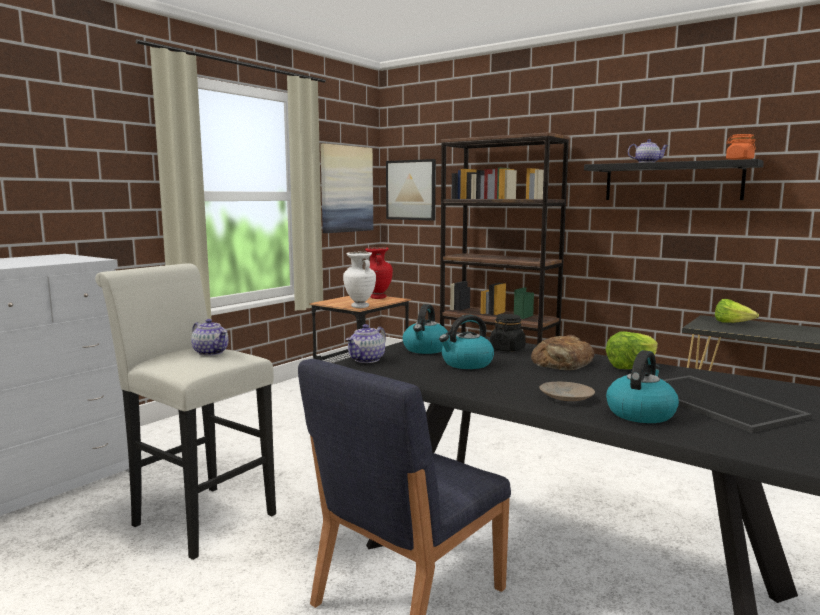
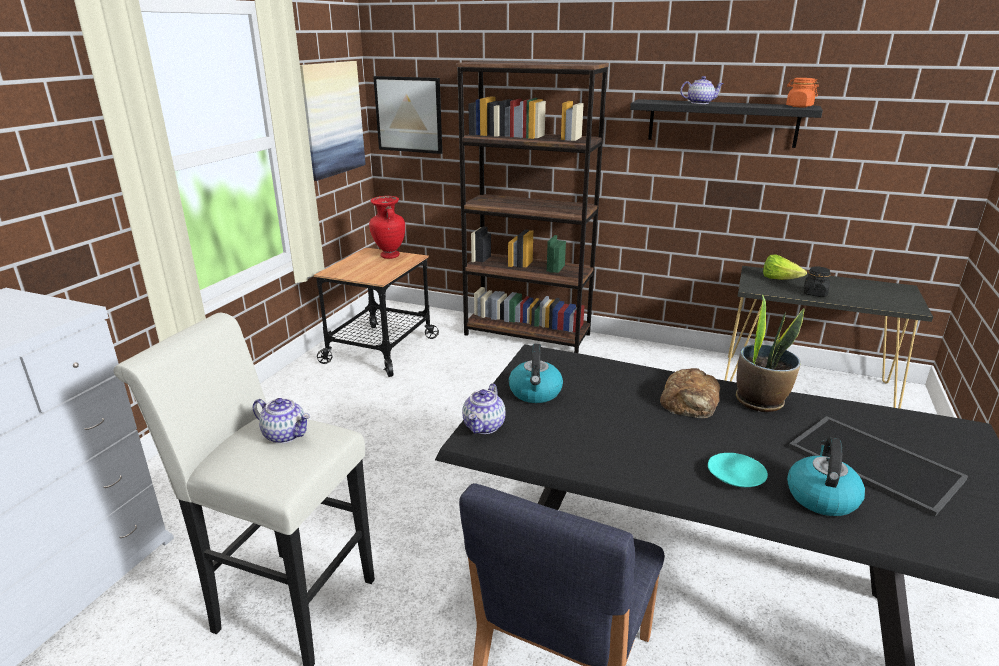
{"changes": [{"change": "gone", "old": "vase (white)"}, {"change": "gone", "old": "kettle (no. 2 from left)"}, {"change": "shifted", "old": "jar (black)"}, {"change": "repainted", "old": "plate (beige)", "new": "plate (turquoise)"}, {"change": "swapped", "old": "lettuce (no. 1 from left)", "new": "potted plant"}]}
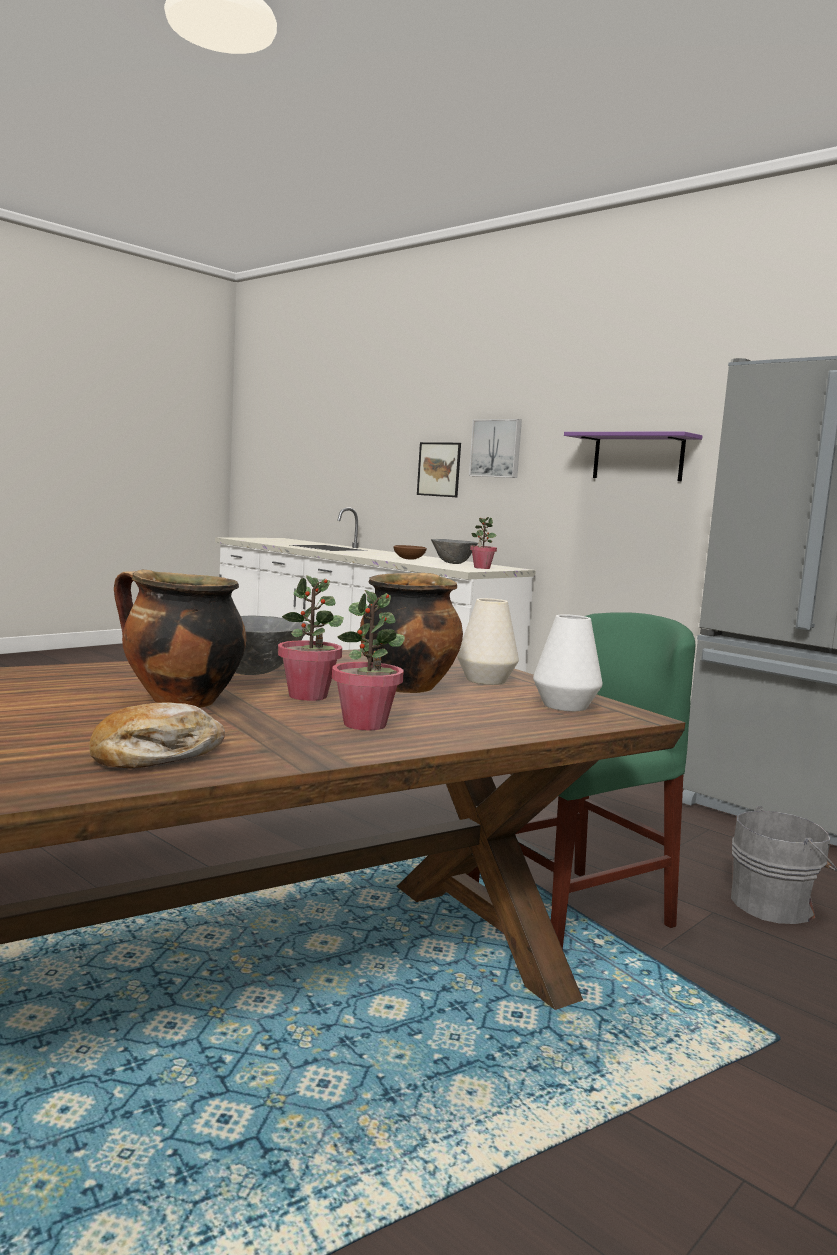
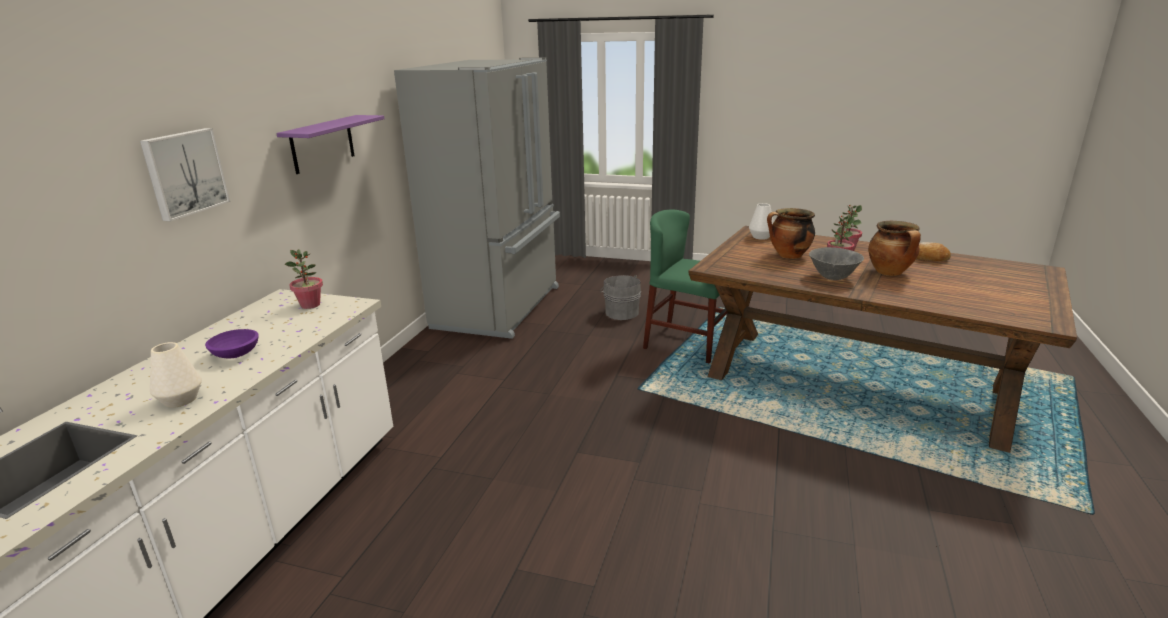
{"changes": [{"change": "repainted", "old": "bowl (brown)", "new": "bowl (purple)"}, {"change": "gone", "old": "picture (no. 1 from left)"}, {"change": "gone", "old": "bowl (grey) (no. 2 from left)"}, {"change": "shifted", "old": "vase (white) (no. 1 from left)"}]}
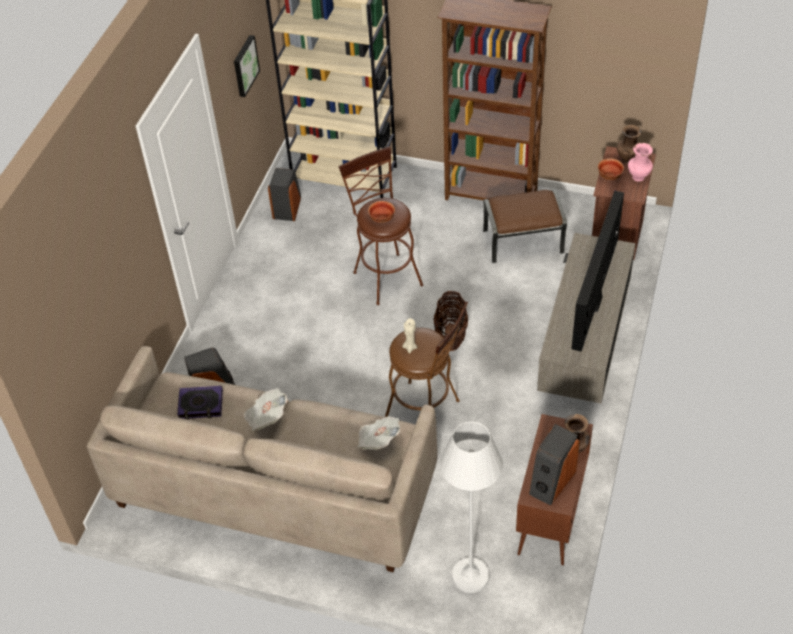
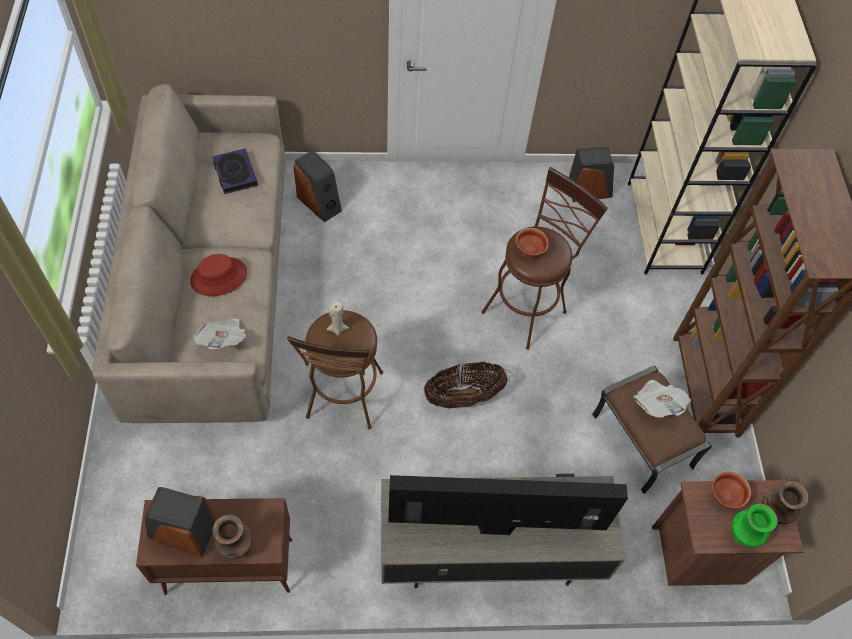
{"changes": [{"change": "gone", "old": "picture"}, {"change": "shifted", "old": "newspaper (no. 1 from left in the first image)", "new": "newspaper (no. 2 from left)"}, {"change": "gone", "old": "floor lamp (white)"}, {"change": "repainted", "old": "vase (pink)", "new": "vase (green)"}, {"change": "new", "new": "hat (red)"}]}
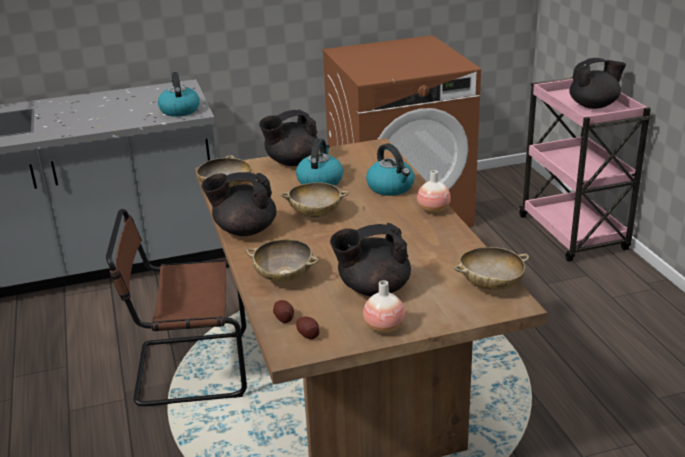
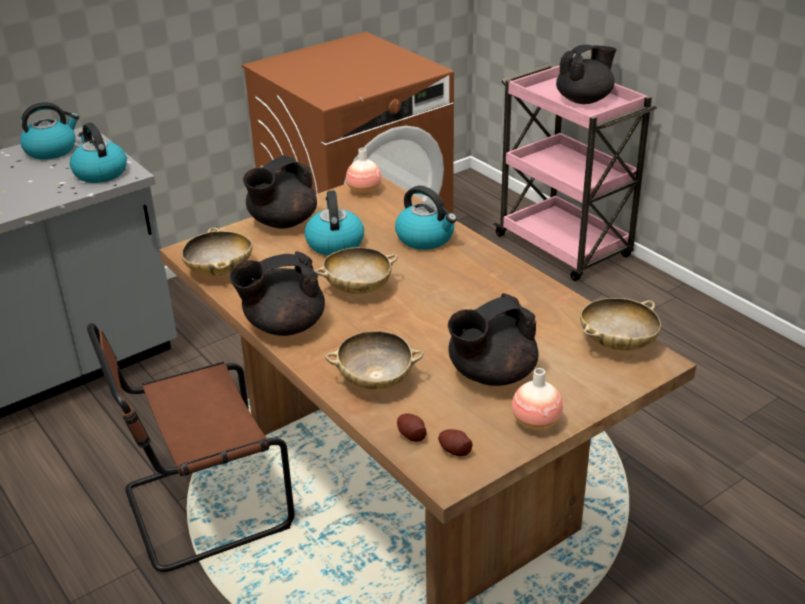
{"changes": [{"change": "shifted", "old": "vase (no. 2 from left in the first image)", "new": "vase (no. 1 from left)"}, {"change": "new", "new": "kettle (no. 1 from left)"}]}
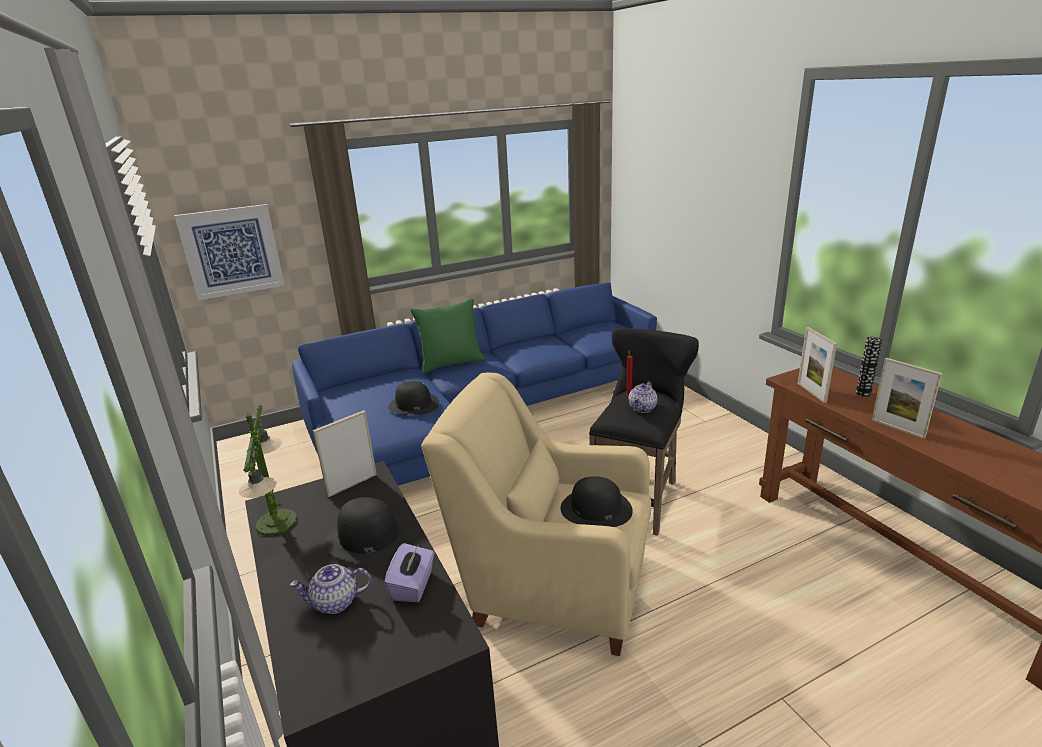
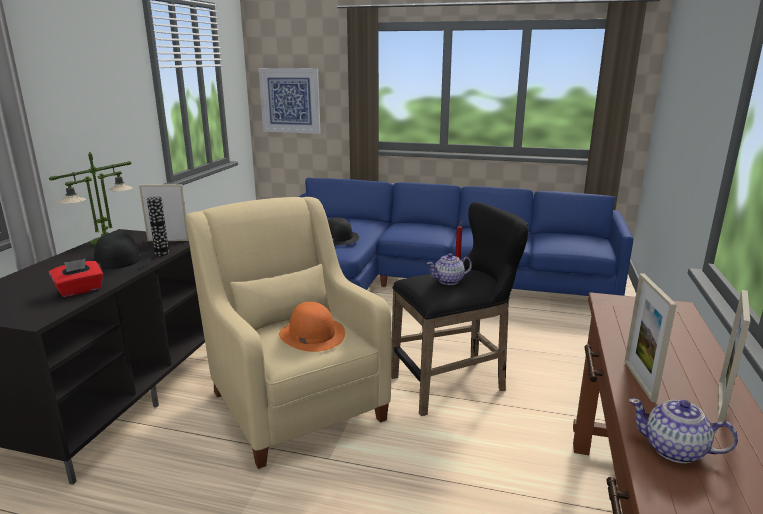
{"changes": [{"change": "shifted", "old": "teapot (no. 1 from left in the first image)", "new": "teapot (no. 2 from left)"}, {"change": "repainted", "old": "tissue box (purple)", "new": "tissue box (red)"}, {"change": "gone", "old": "pillow (green)"}, {"change": "repainted", "old": "hat (black) (no. 3 from left)", "new": "hat (orange)"}, {"change": "shifted", "old": "picture frame (no. 2 from left in the first image)", "new": "picture frame (no. 3 from left)"}, {"change": "shifted", "old": "vase"}]}
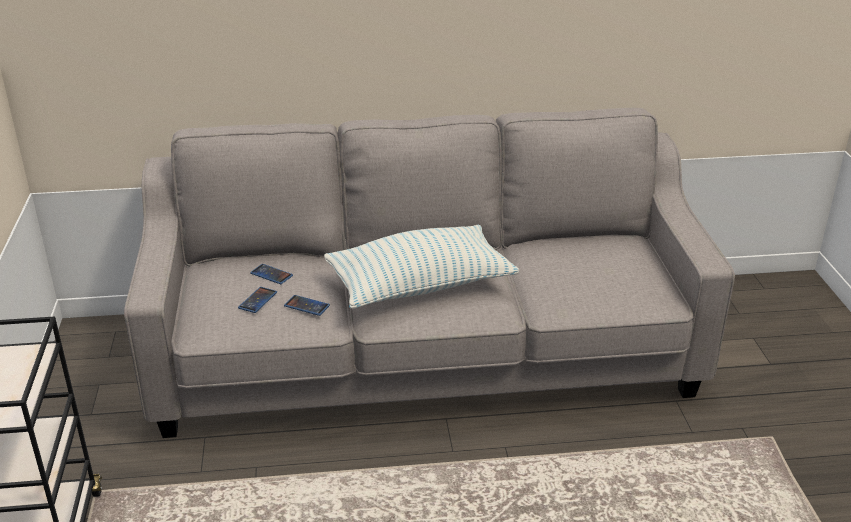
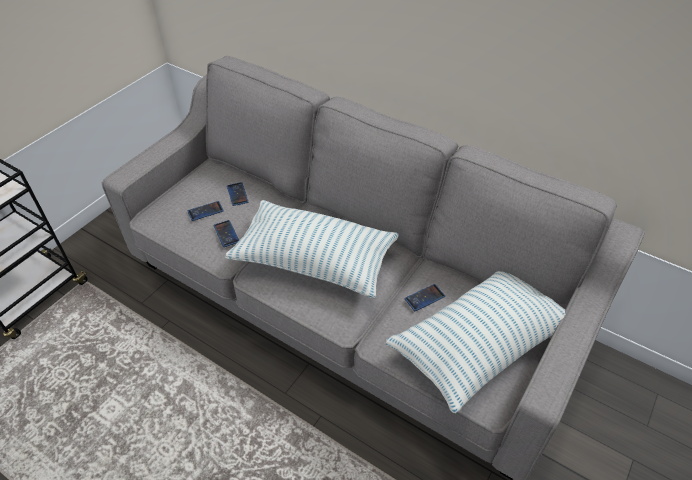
{"changes": [{"change": "new", "new": "pillow (no. 2 from left)"}, {"change": "new", "new": "phone (no. 4 from left)"}]}
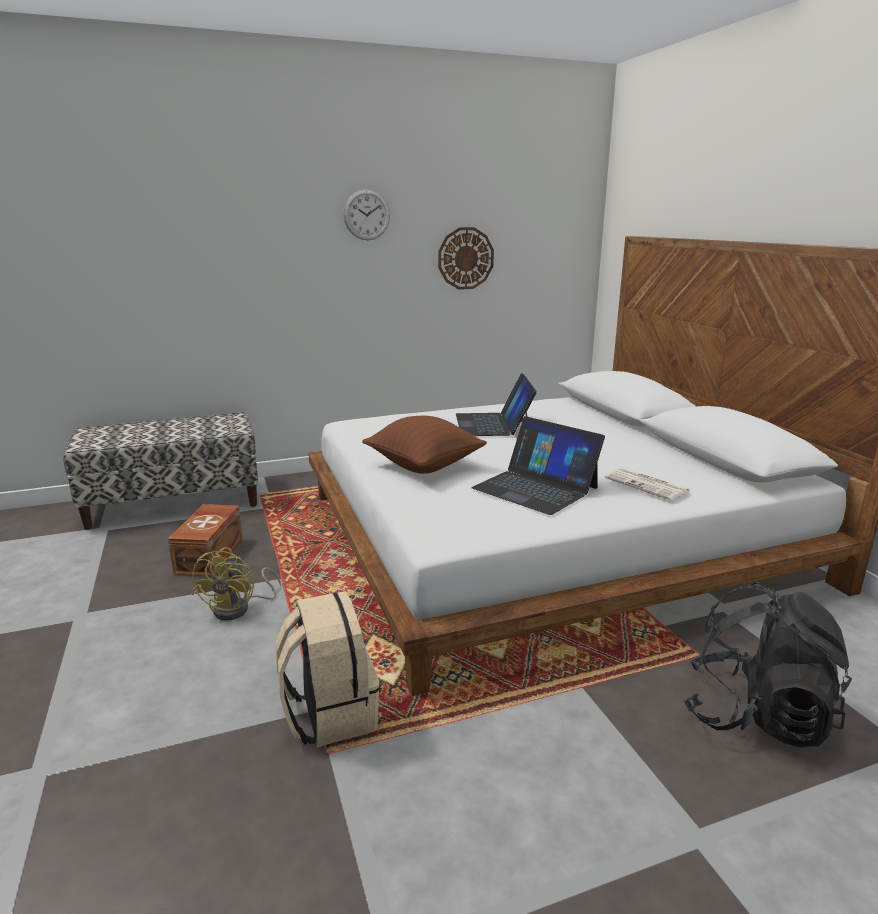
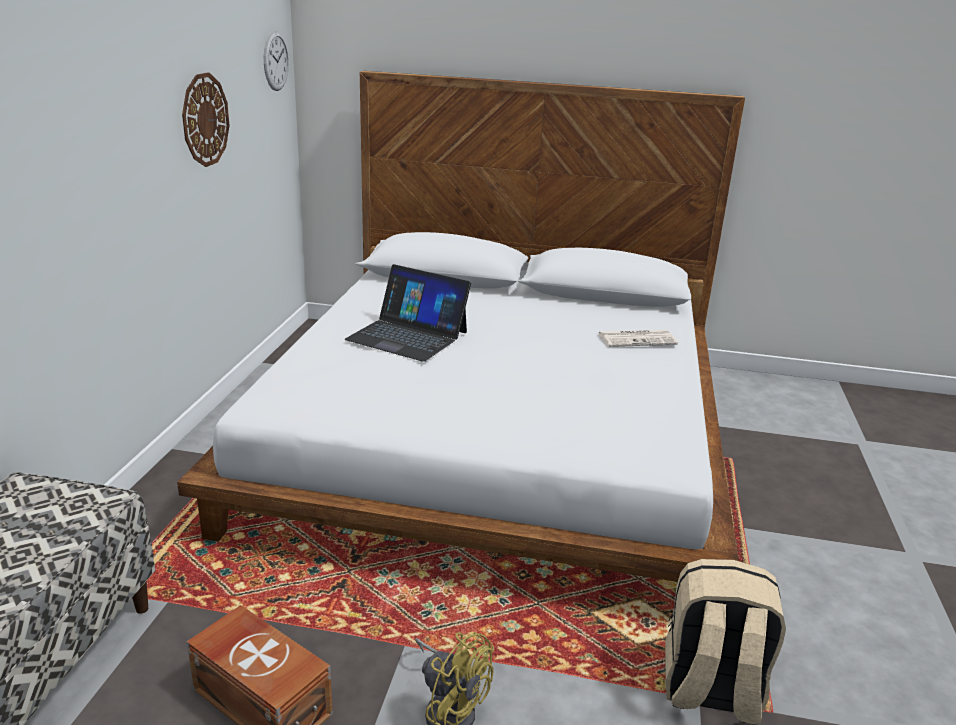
{"changes": [{"change": "shifted", "old": "wall clock (no. 1 from left in the first image)", "new": "wall clock (no. 2 from left)"}, {"change": "gone", "old": "pillow (brown)"}, {"change": "gone", "old": "laptop (no. 2 from left)"}, {"change": "gone", "old": "backpack (black)"}]}
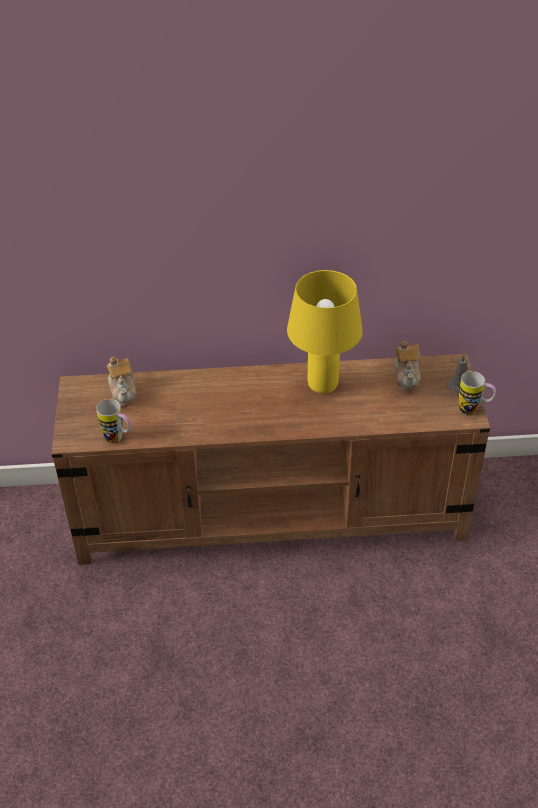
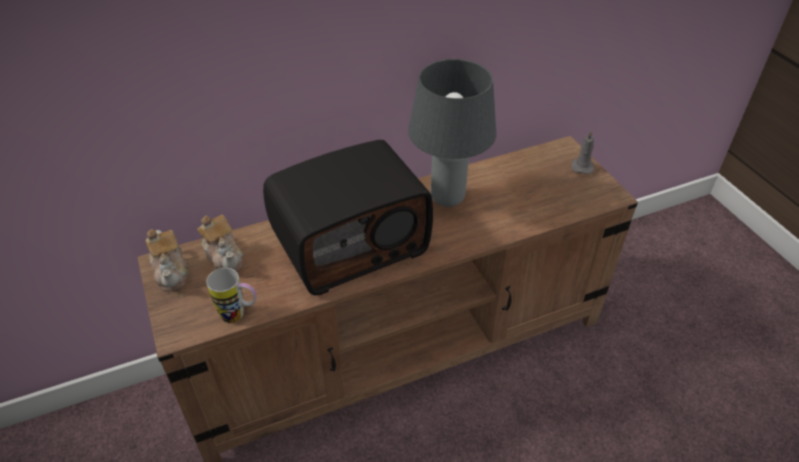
{"changes": [{"change": "repainted", "old": "table lamp (yellow)", "new": "table lamp (grey)"}, {"change": "shifted", "old": "teapot (no. 2 from left in the first image)", "new": "teapot (no. 1 from left)"}, {"change": "gone", "old": "mug (no. 2 from left)"}, {"change": "new", "new": "radio"}]}
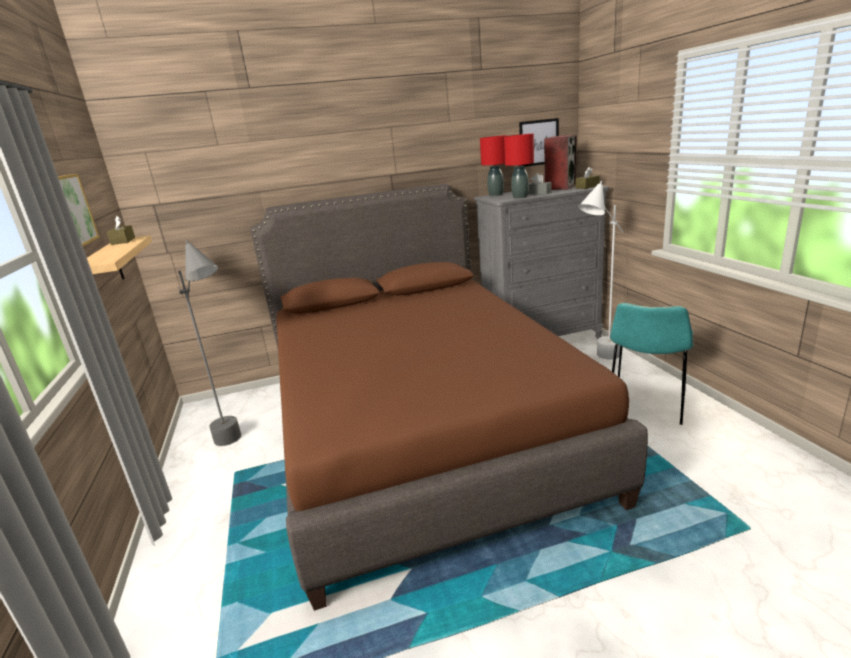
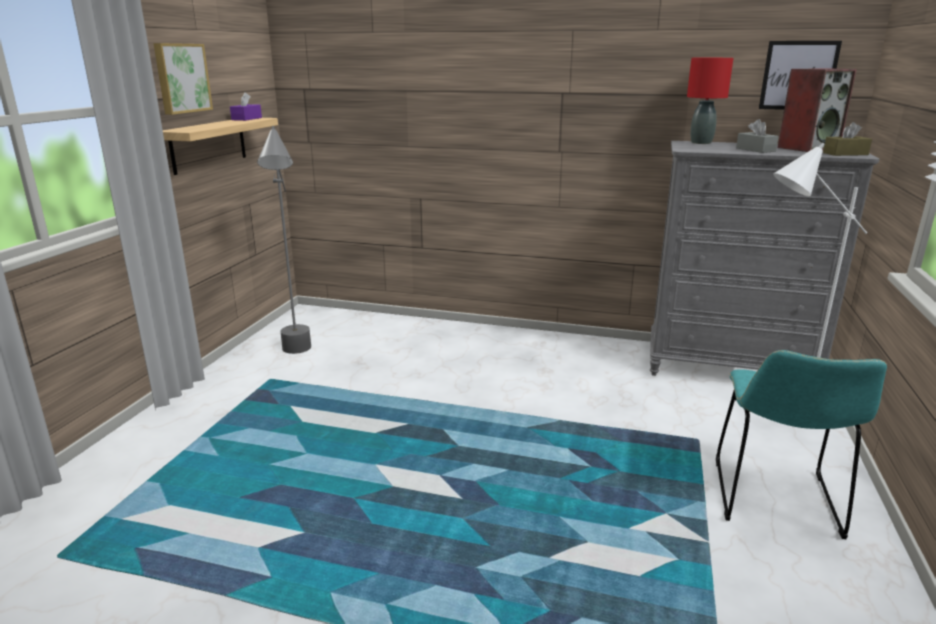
{"changes": [{"change": "repainted", "old": "tissue box (brown) (no. 1 from left)", "new": "tissue box (purple)"}, {"change": "gone", "old": "bed (brown)"}, {"change": "gone", "old": "table lamp (red) (no. 2 from left)"}, {"change": "rotated", "old": "chair (turquoise)", "degrees": -45}]}
